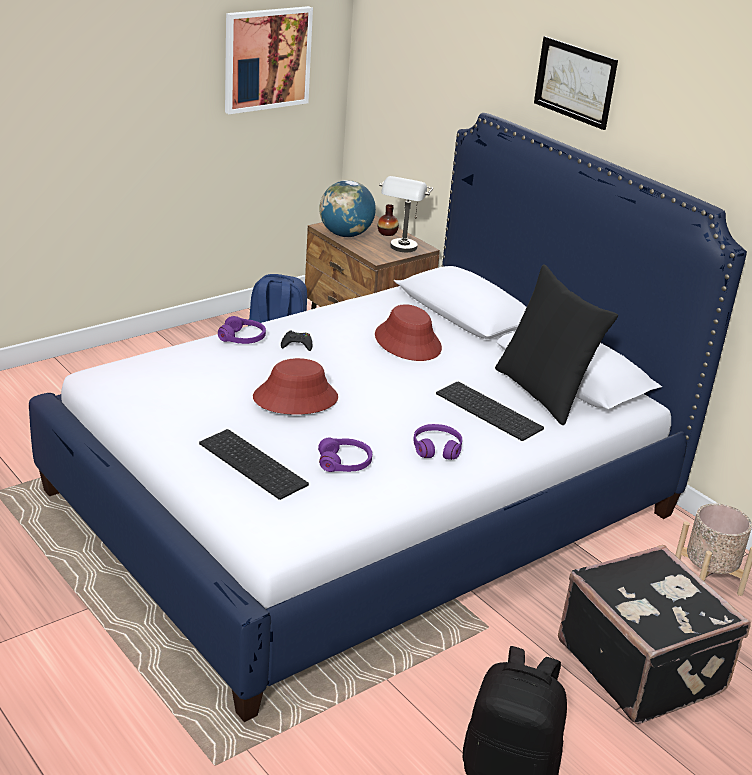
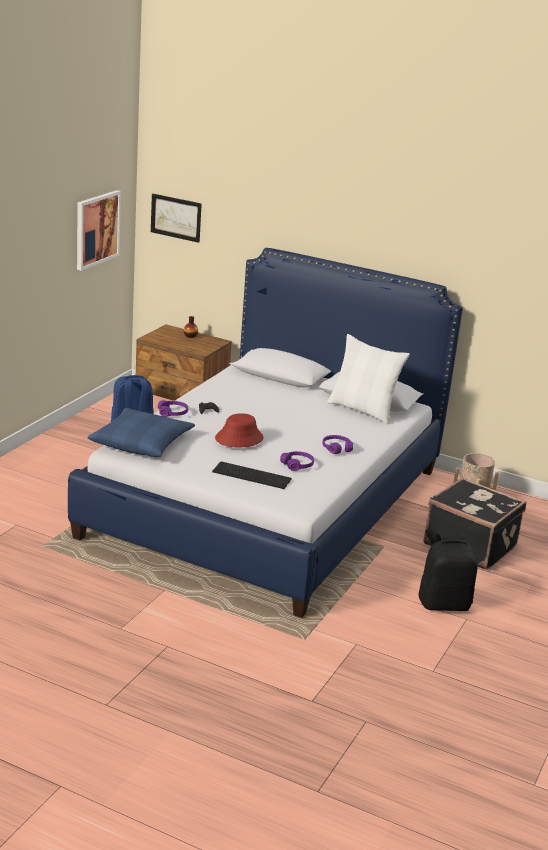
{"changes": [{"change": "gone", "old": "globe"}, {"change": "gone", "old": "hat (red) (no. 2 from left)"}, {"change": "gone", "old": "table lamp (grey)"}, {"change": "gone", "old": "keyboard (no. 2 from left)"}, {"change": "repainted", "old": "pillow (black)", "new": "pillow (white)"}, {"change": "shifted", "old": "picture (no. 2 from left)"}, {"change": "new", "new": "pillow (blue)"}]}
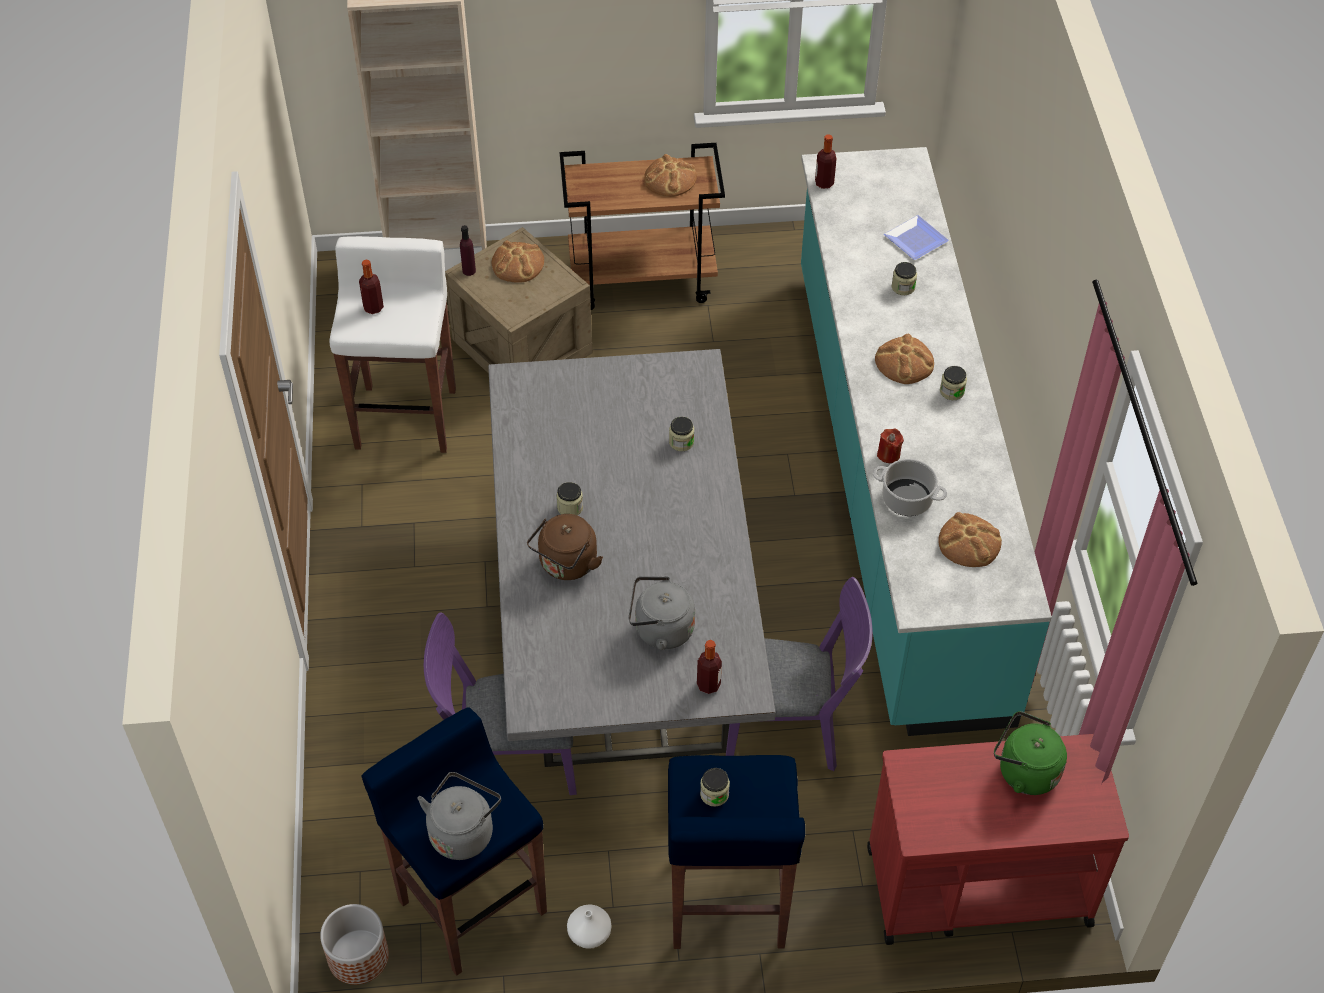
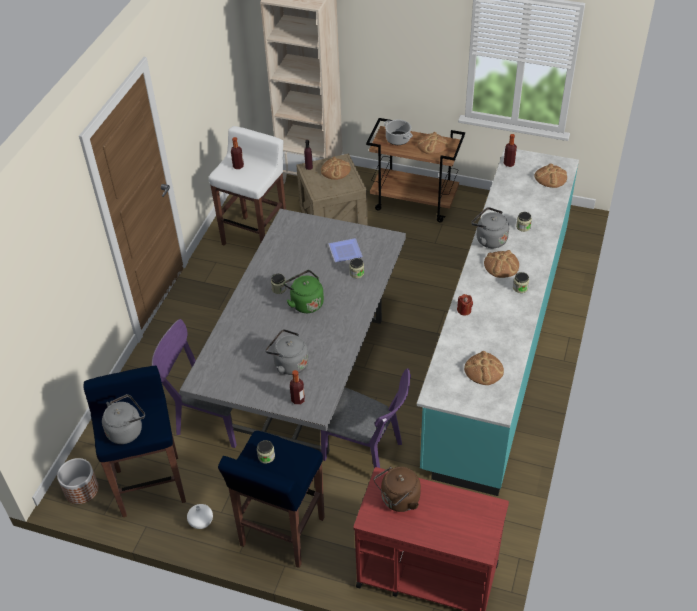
{"changes": [{"change": "shifted", "old": "kettle (brown)"}, {"change": "shifted", "old": "cooking pot"}, {"change": "shifted", "old": "plate"}, {"change": "shifted", "old": "kettle (green)"}, {"change": "new", "new": "kettle (grey) (no. 3 from left)"}, {"change": "new", "new": "bread (no. 5 from left)"}]}
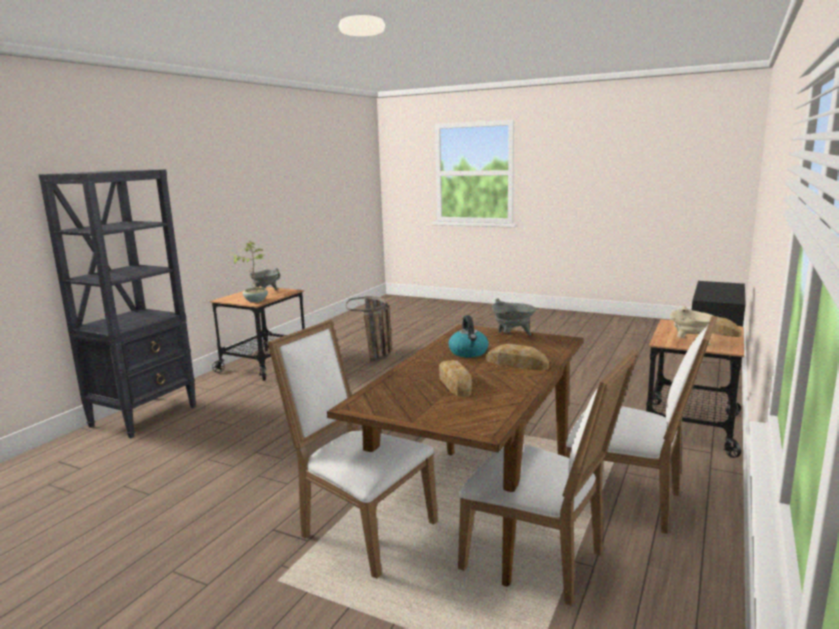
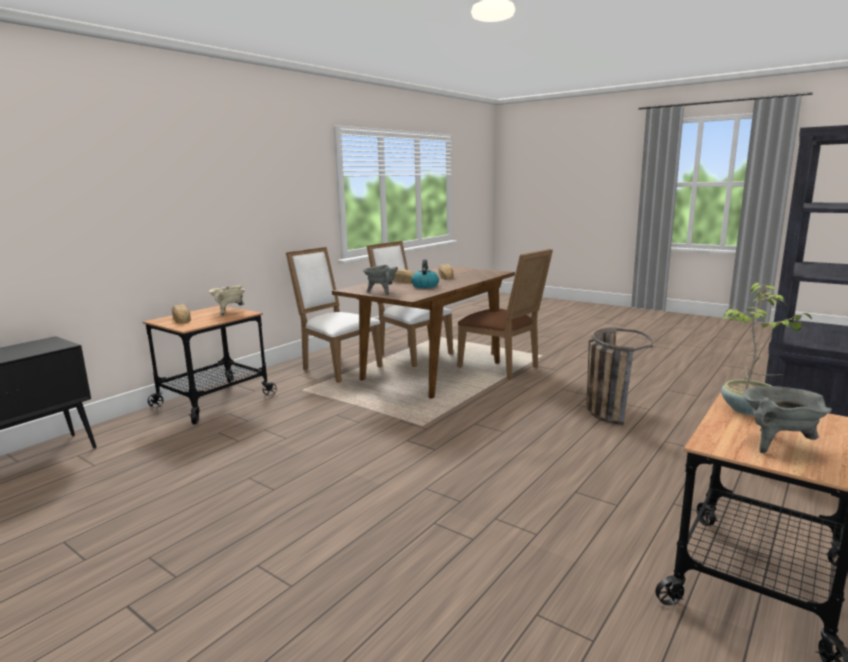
{"changes": [{"change": "repainted", "old": "chair (white) (no. 1 from left)", "new": "chair (brown)"}, {"change": "shifted", "old": "basket"}]}
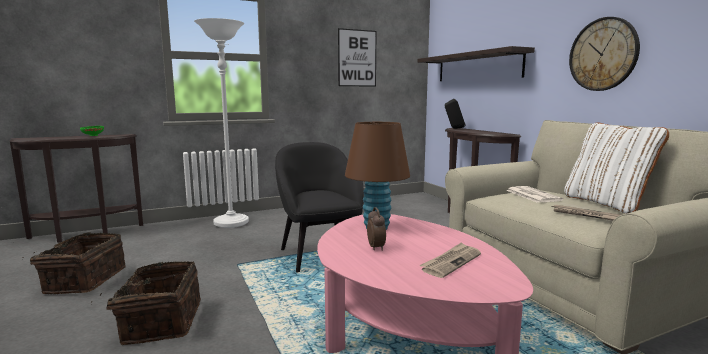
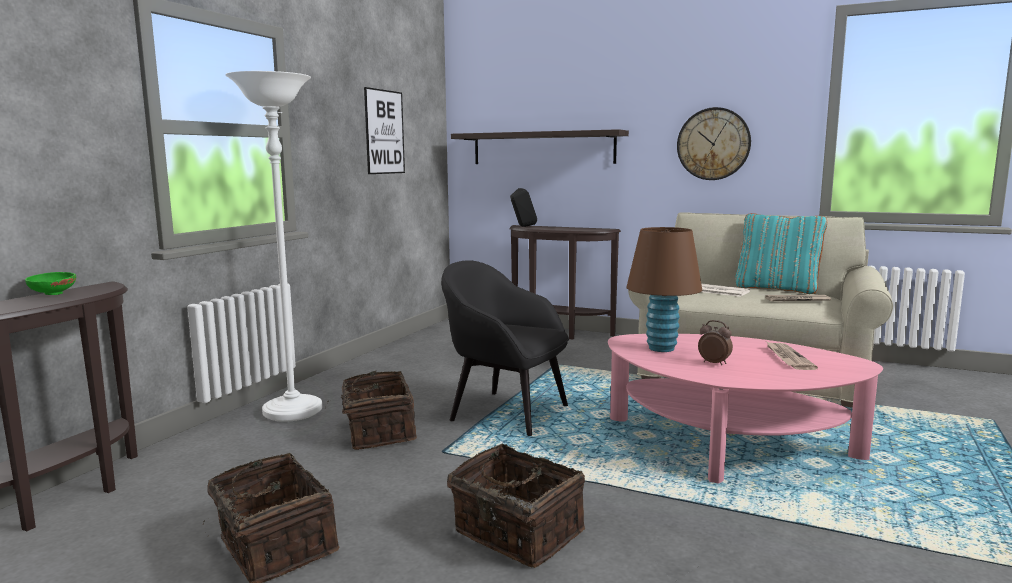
{"changes": [{"change": "repainted", "old": "pillow (white)", "new": "pillow (turquoise)"}, {"change": "new", "new": "basket (no. 2 from left)"}]}
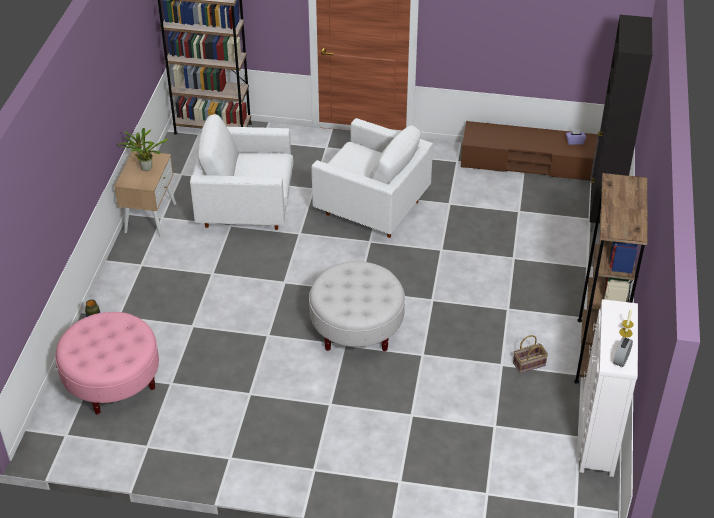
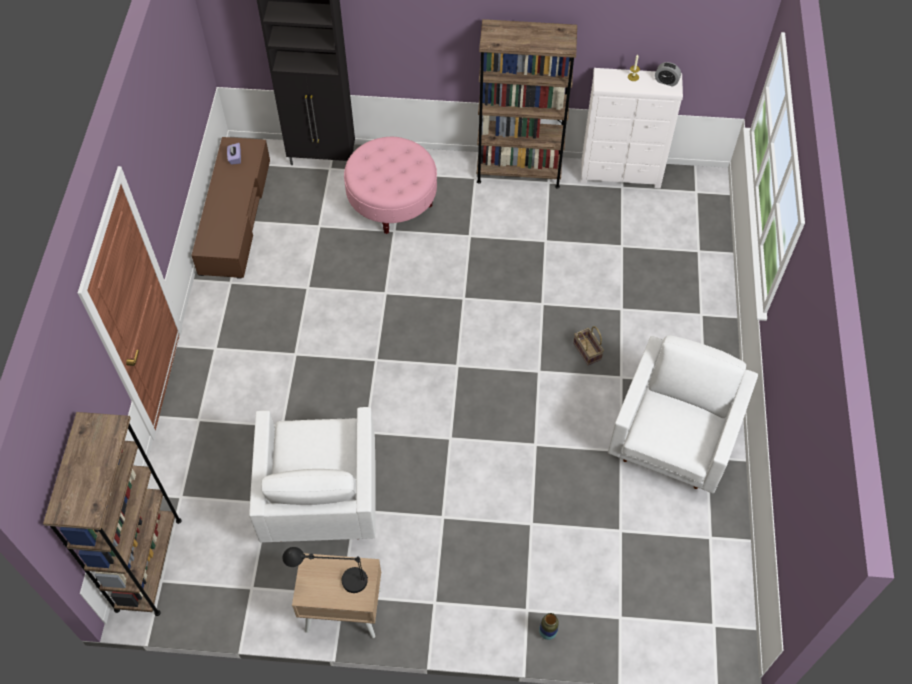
{"changes": [{"change": "shifted", "old": "ottoman (pink)"}, {"change": "swapped", "old": "potted plant", "new": "table lamp (black)"}, {"change": "gone", "old": "ottoman (white)"}, {"change": "shifted", "old": "armchair (white) (no. 2 from left)"}, {"change": "shifted", "old": "basket"}]}
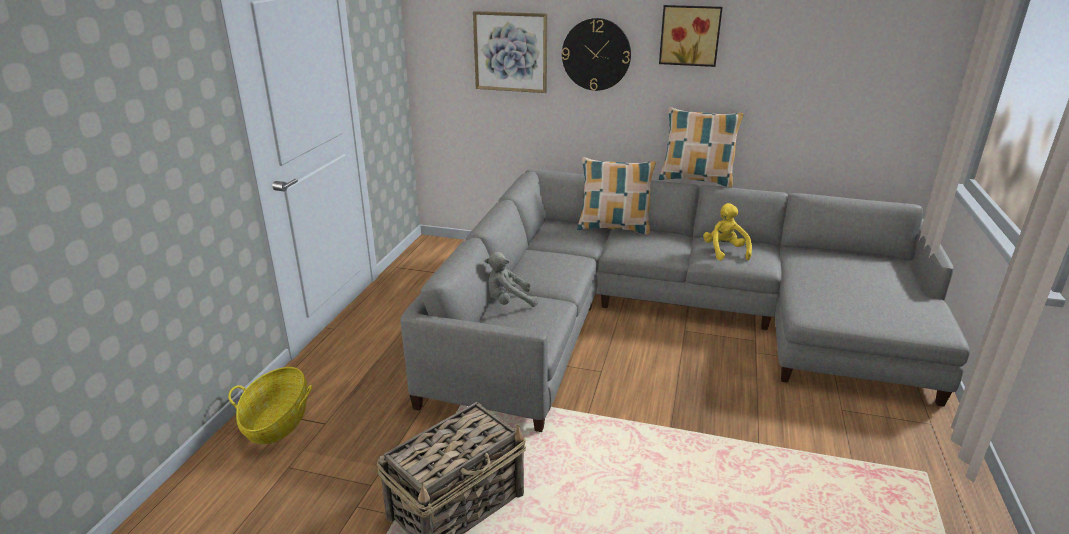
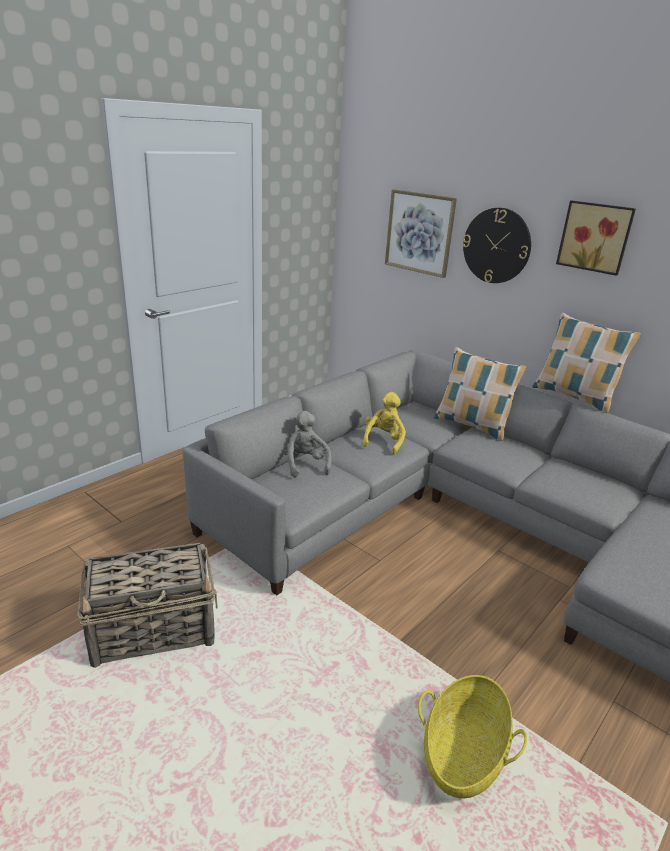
{"changes": [{"change": "shifted", "old": "basket (no. 1 from left in the first image)", "new": "basket (no. 2 from left)"}, {"change": "rotated", "old": "plush toy (grey)", "degrees": 60}, {"change": "shifted", "old": "plush toy (yellow)"}]}
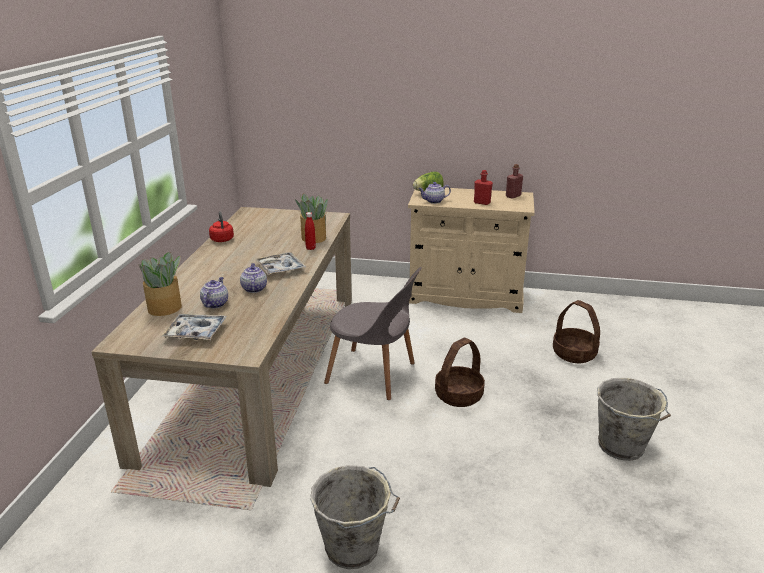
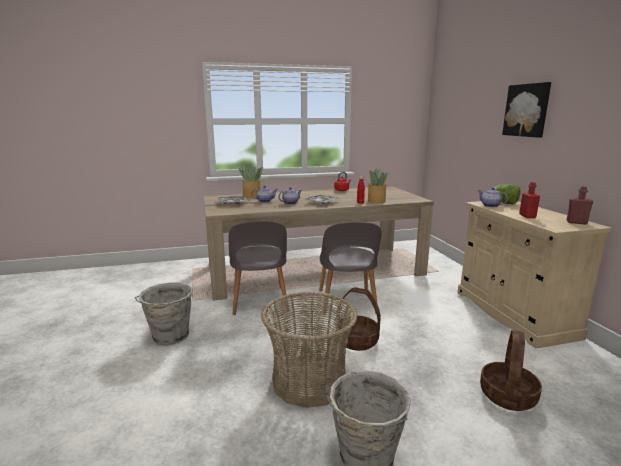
{"changes": [{"change": "new", "new": "chair (grey) (no. 1 from left)"}, {"change": "new", "new": "basket (no. 1 from left)"}, {"change": "new", "new": "picture"}]}
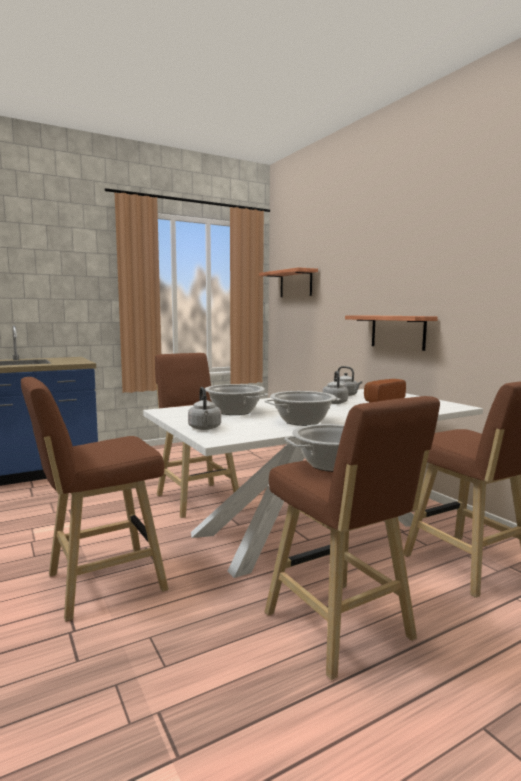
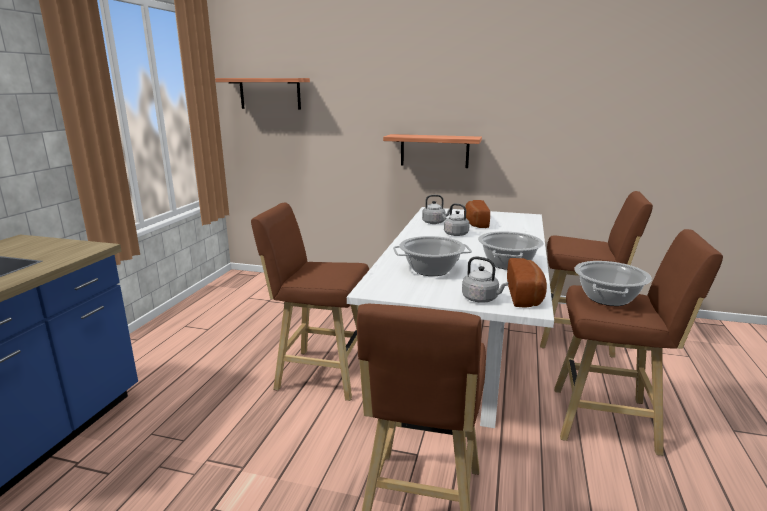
{"changes": [{"change": "new", "new": "bread (no. 2 from left)"}]}
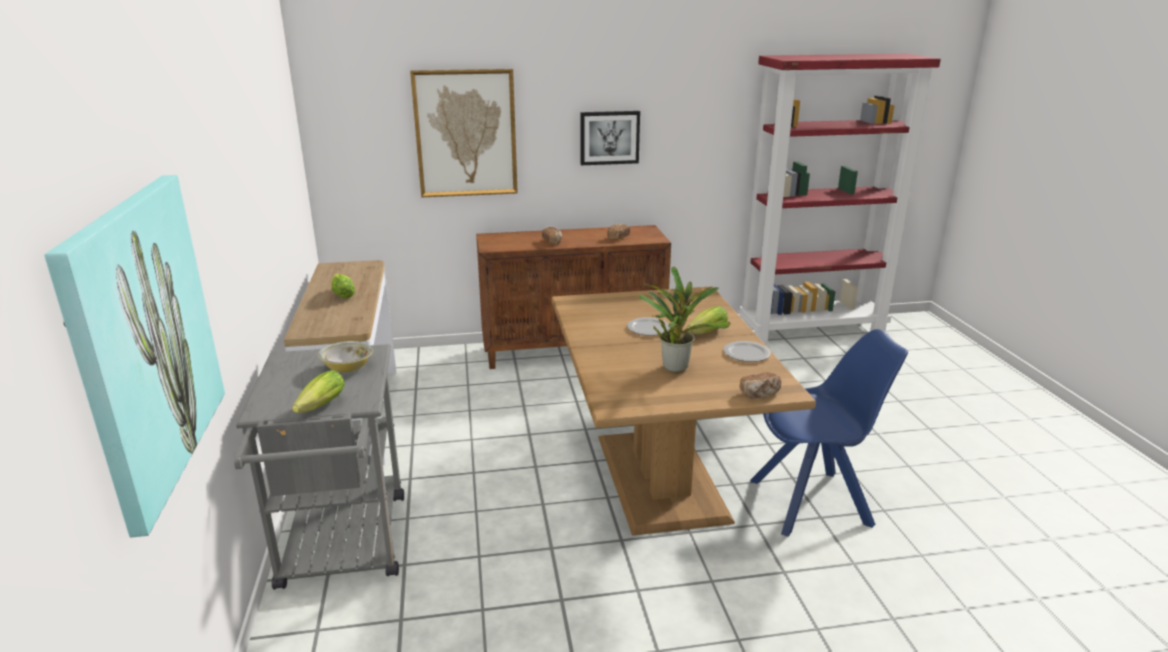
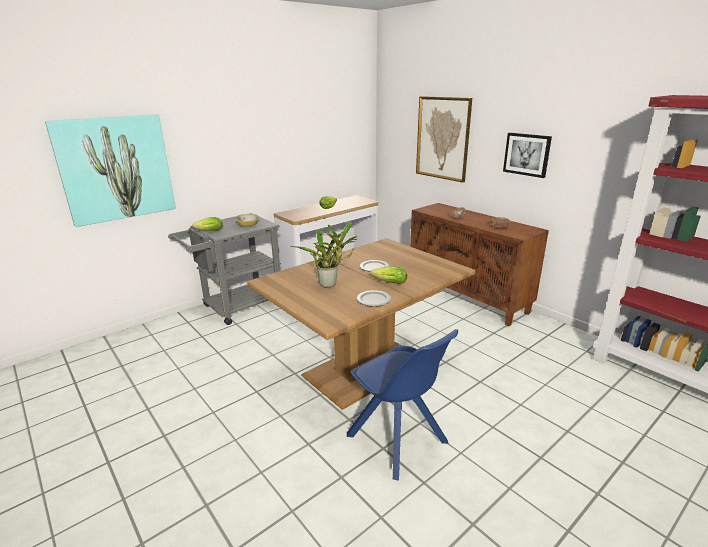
{"changes": [{"change": "gone", "old": "bread (no. 3 from left)"}]}
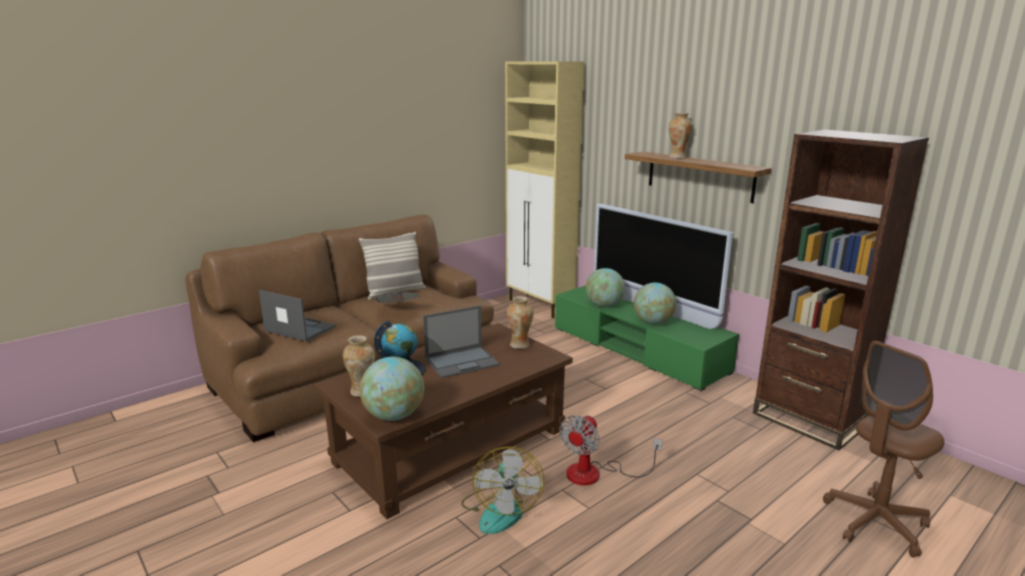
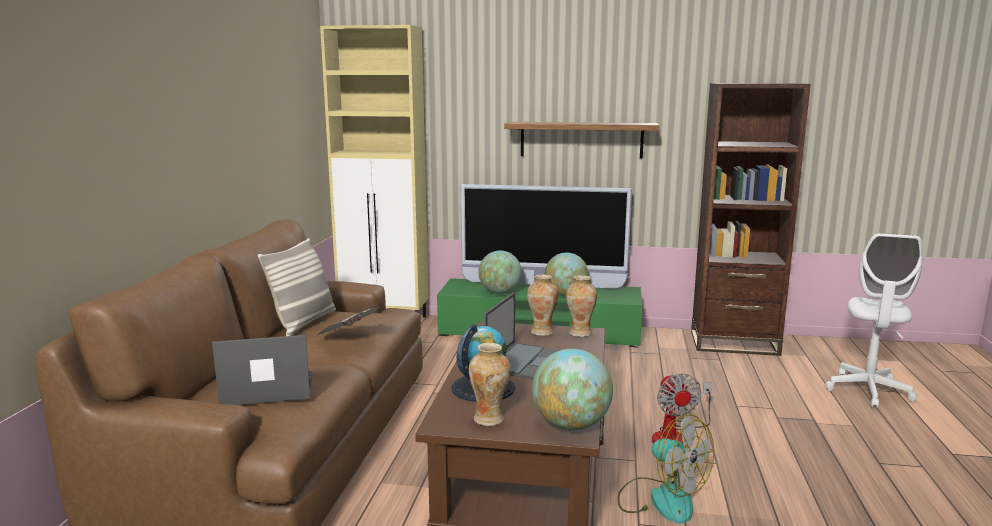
{"changes": [{"change": "shifted", "old": "vase (no. 3 from left)"}, {"change": "repainted", "old": "office chair (brown)", "new": "office chair (white)"}]}
